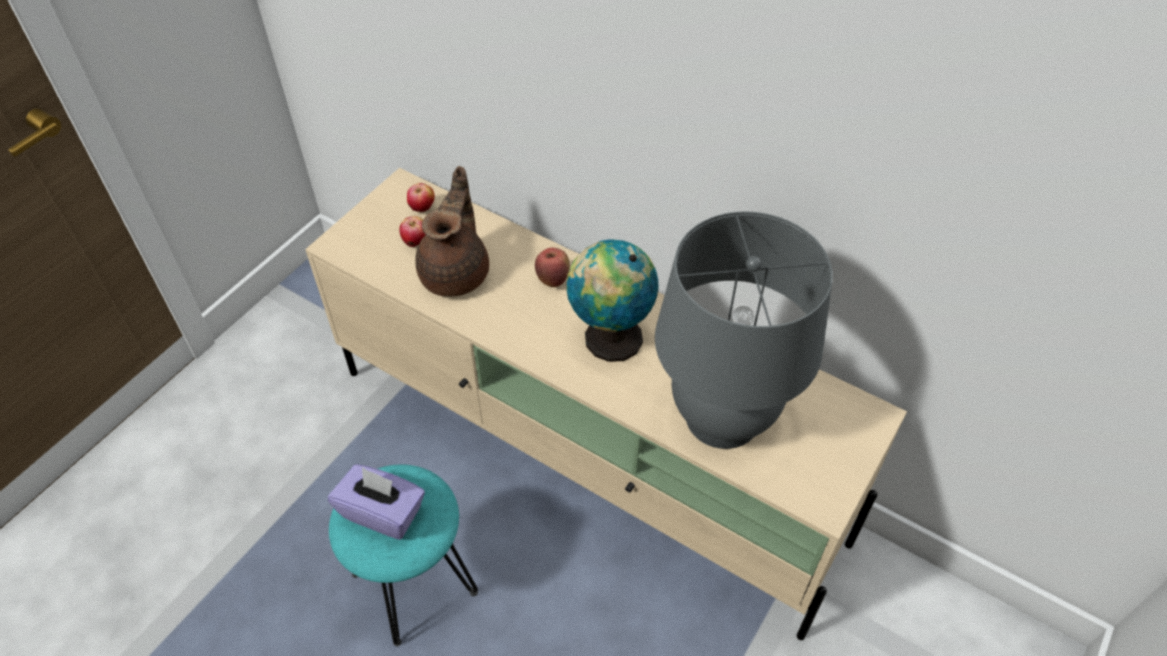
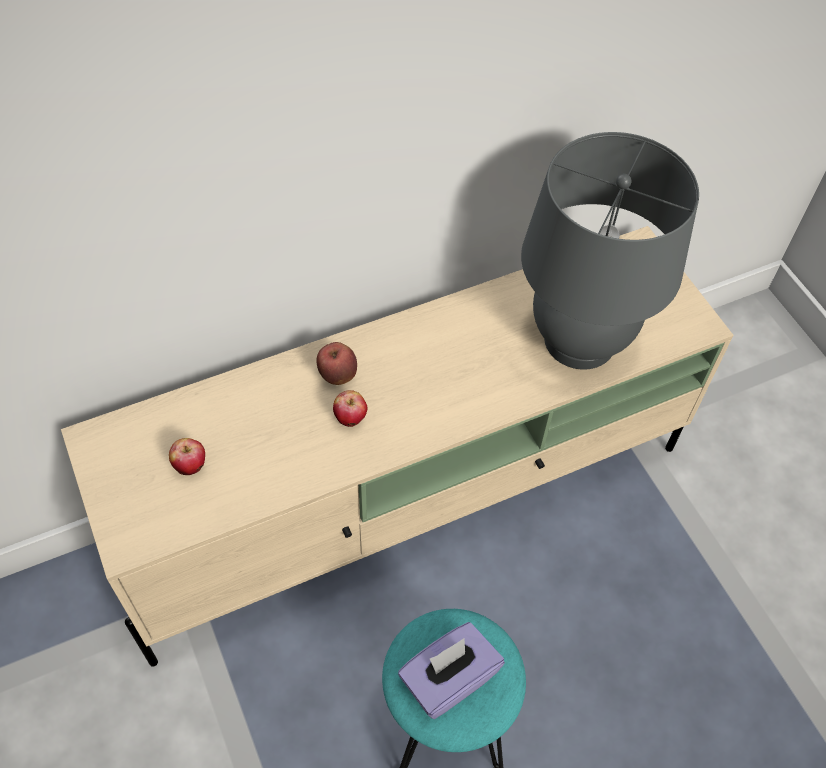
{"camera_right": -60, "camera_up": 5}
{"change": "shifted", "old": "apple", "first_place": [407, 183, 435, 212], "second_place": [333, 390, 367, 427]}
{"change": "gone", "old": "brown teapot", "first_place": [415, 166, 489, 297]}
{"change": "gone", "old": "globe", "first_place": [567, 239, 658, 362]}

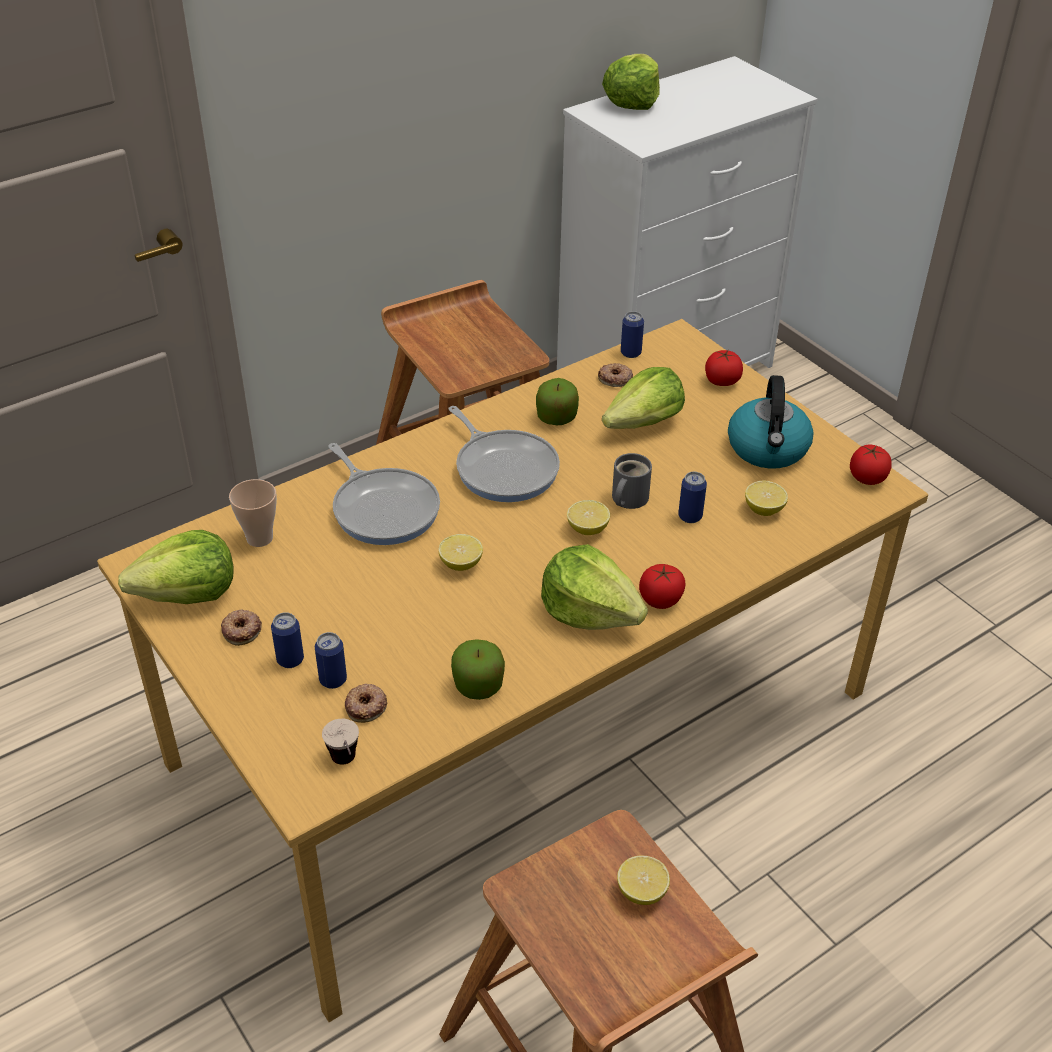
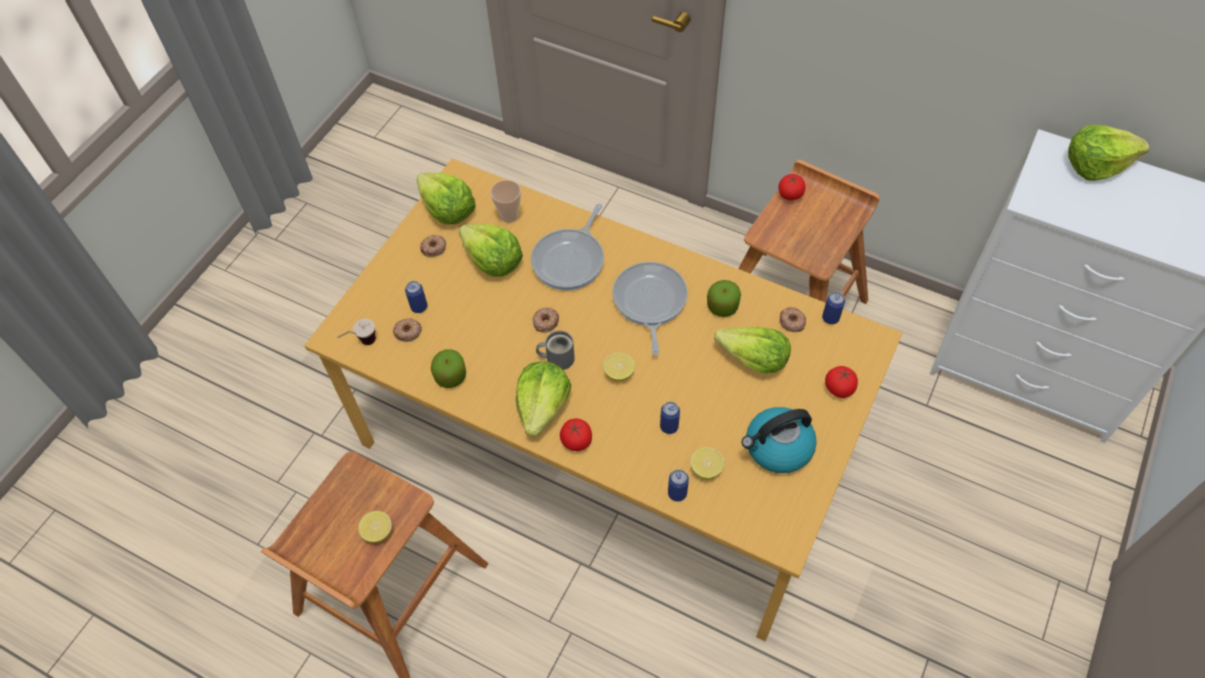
{"camera_right": 65, "camera_up": 15}
{"change": "new", "new": "lettuce", "second_place": [458, 224, 523, 277]}
{"change": "swapped", "old": "lemon", "new": "donut", "first_place": [439, 534, 483, 571], "second_place": [533, 308, 559, 332]}
{"change": "shifted", "old": "grey mug", "first_place": [612, 453, 652, 509], "second_place": [536, 331, 575, 370]}
{"change": "rotated", "old": "frying pan", "first_place": [449, 406, 560, 502], "second_place": [612, 262, 688, 356], "degrees": 150}
{"change": "shifted", "old": "can", "first_place": [271, 612, 304, 668], "second_place": [668, 469, 689, 502]}
{"change": "shifted", "old": "tomato", "first_place": [850, 445, 892, 485], "second_place": [778, 174, 805, 200]}

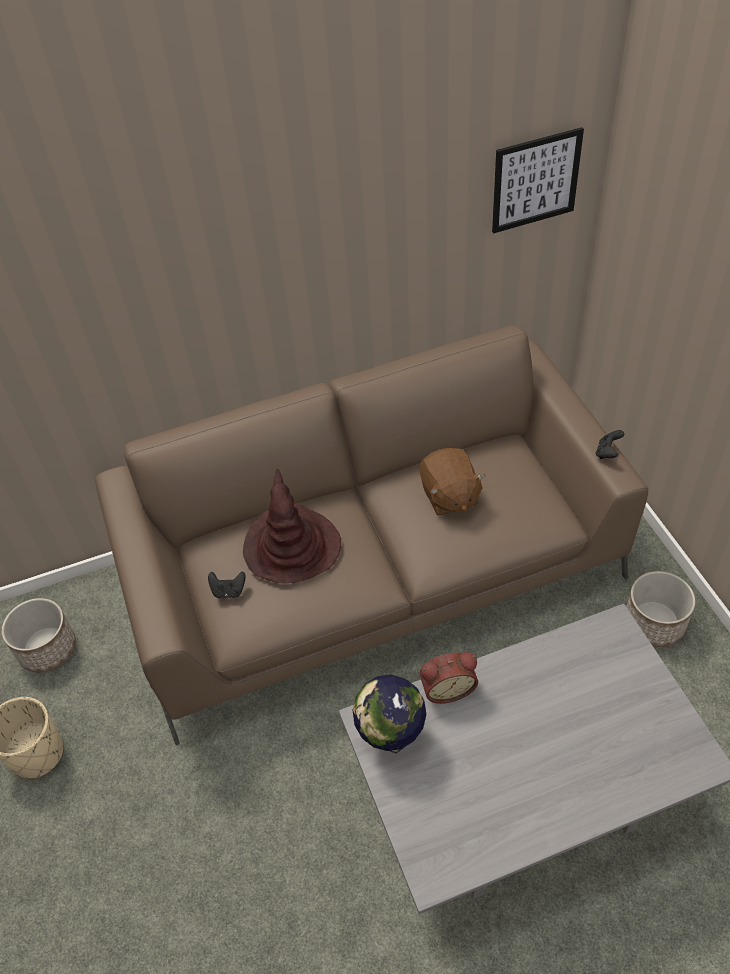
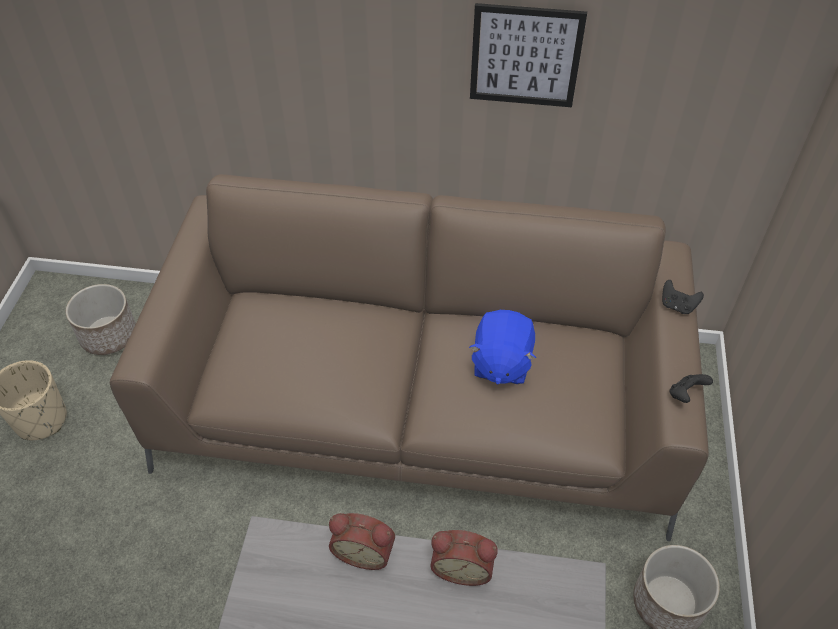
{"camera_right": 25, "camera_up": 0}
{"change": "new", "new": "alarm clock", "second_place": [431, 530, 498, 586]}
{"change": "repainted", "old": "brown plush toy", "new": "blue plush toy", "first_place": [420, 448, 485, 516], "second_place": [469, 310, 536, 385]}
{"change": "shifted", "old": "picture", "first_place": [492, 127, 584, 233], "second_place": [470, 3, 587, 107]}
{"change": "shifted", "old": "black game controller", "first_place": [208, 571, 246, 598], "second_place": [662, 280, 704, 314]}
{"change": "gone", "old": "brown hat", "first_place": [243, 468, 341, 583]}
{"change": "gone", "old": "globe", "first_place": [353, 674, 426, 754]}

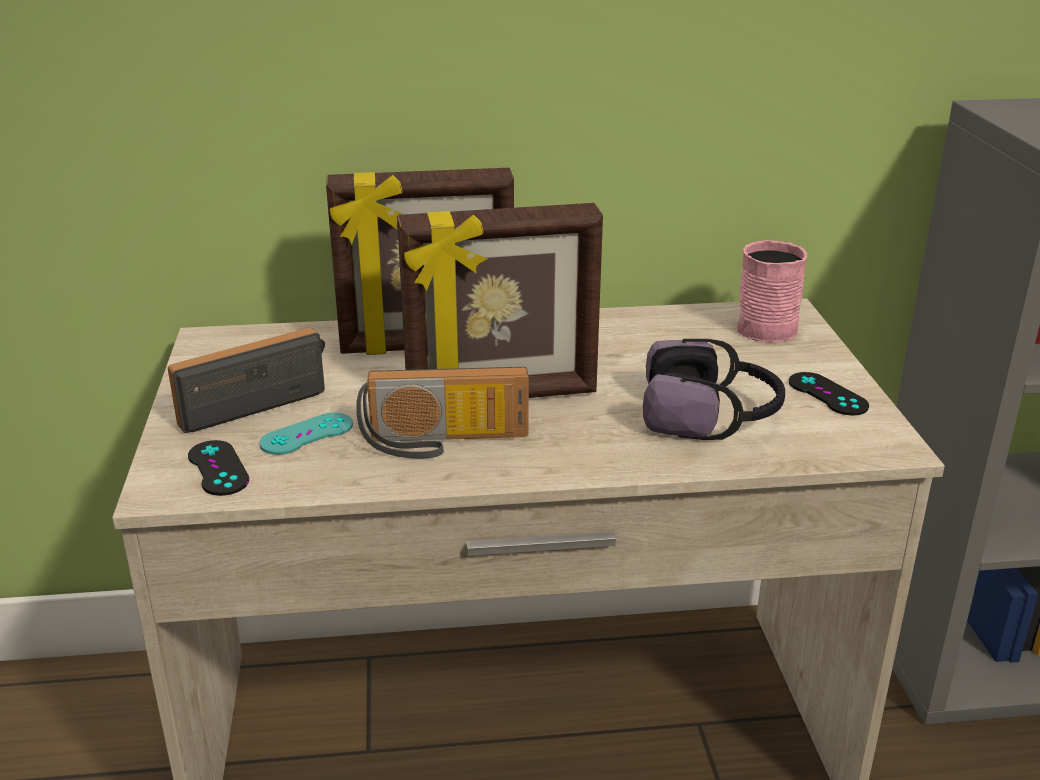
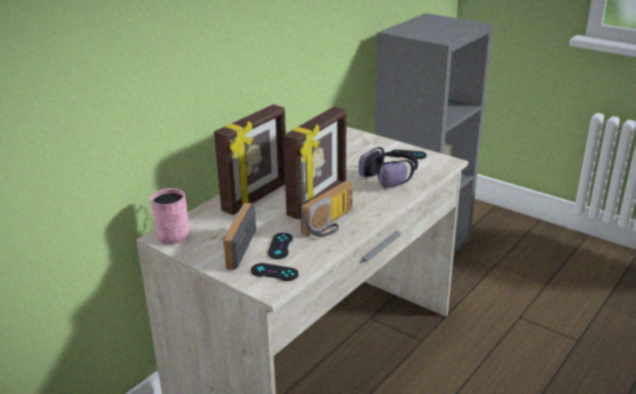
{"camera_right": -45, "camera_up": 0}
{"change": "shifted", "old": "pink mug", "first_place": [737, 240, 807, 342], "second_place": [150, 188, 190, 245]}
{"change": "repainted", "old": "turquoise game controller", "new": "black game controller", "first_place": [259, 413, 353, 455], "second_place": [268, 233, 293, 259]}

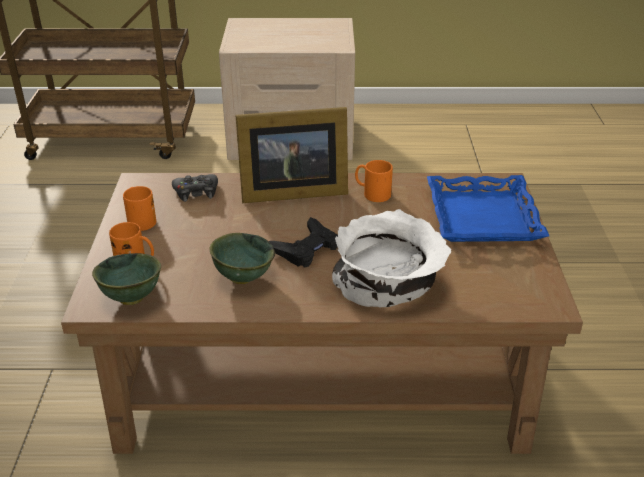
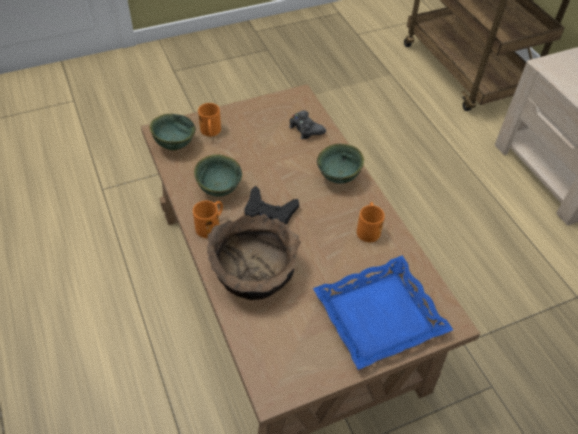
{"camera_right": 65, "camera_up": 15}
{"change": "shifted", "old": "orange mug", "first_place": [123, 186, 156, 231], "second_place": [193, 201, 223, 238]}
{"change": "repainted", "old": "white bowl", "new": "brown bowl", "first_place": [332, 209, 451, 307], "second_place": [207, 214, 301, 300]}
{"change": "swapped", "old": "picture frame", "new": "green bowl", "first_place": [235, 107, 348, 203], "second_place": [317, 144, 364, 184]}

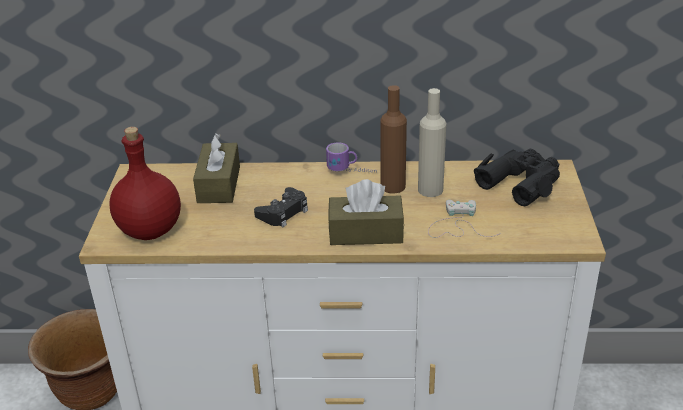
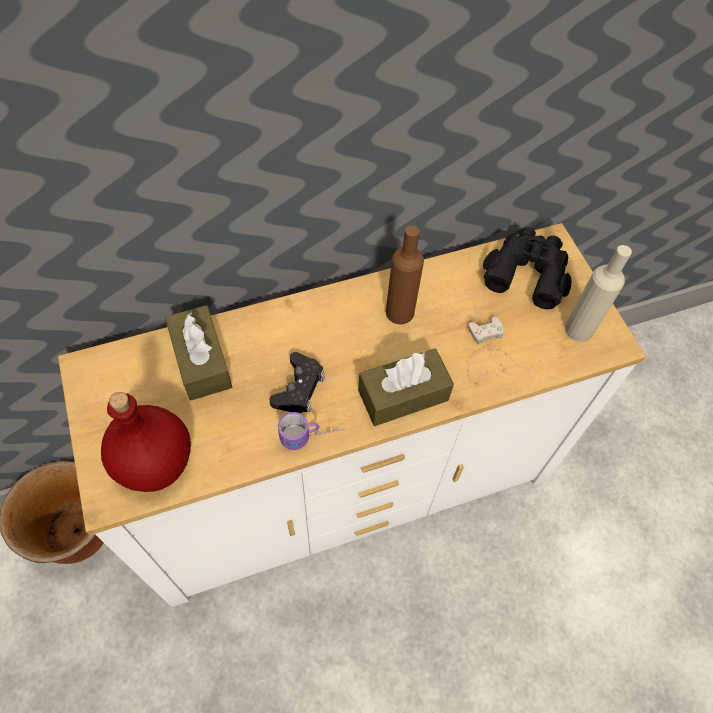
{"camera_right": -25, "camera_up": 25}
{"change": "shifted", "old": "mug", "first_place": [326, 142, 377, 173], "second_place": [278, 412, 344, 450]}
{"change": "shifted", "old": "beige bottle", "first_place": [418, 88, 446, 197], "second_place": [565, 245, 632, 342]}

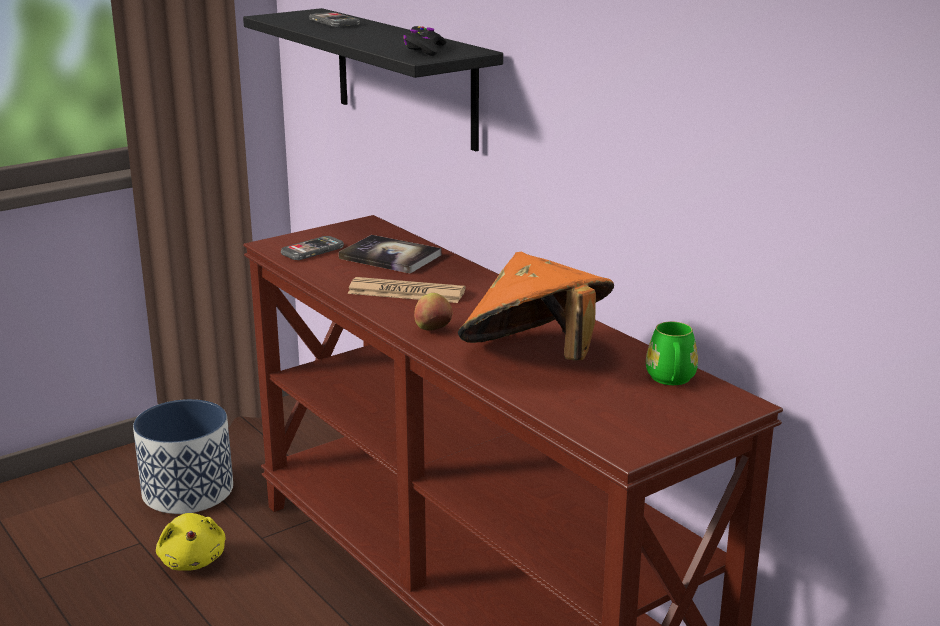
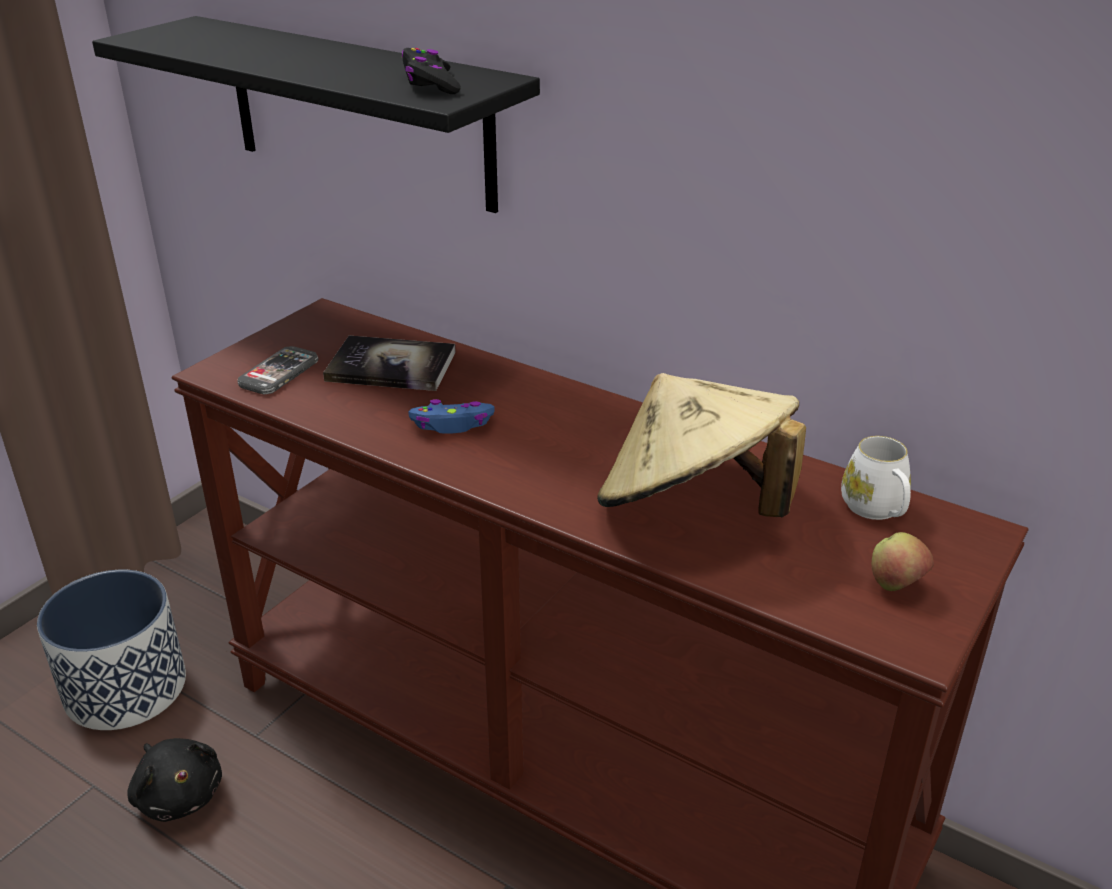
{"camera_right": -20, "camera_up": 10}
{"change": "repainted", "old": "yellow plush toy", "new": "black plush toy", "first_place": [156, 513, 225, 571], "second_place": [127, 738, 222, 822]}
{"change": "swapped", "old": "newspaper", "new": "blue game controller", "first_place": [347, 277, 465, 303], "second_place": [408, 399, 495, 434]}
{"change": "repainted", "old": "orange hat", "new": "beige hat", "first_place": [458, 252, 614, 361], "second_place": [597, 373, 806, 517]}
{"change": "repainted", "old": "green mug", "new": "white mug", "first_place": [646, 321, 698, 385], "second_place": [841, 436, 911, 520]}
{"change": "shifted", "old": "apple", "first_place": [414, 293, 453, 331], "second_place": [872, 532, 934, 591]}
{"change": "gone", "old": "phone", "first_place": [309, 12, 360, 27]}

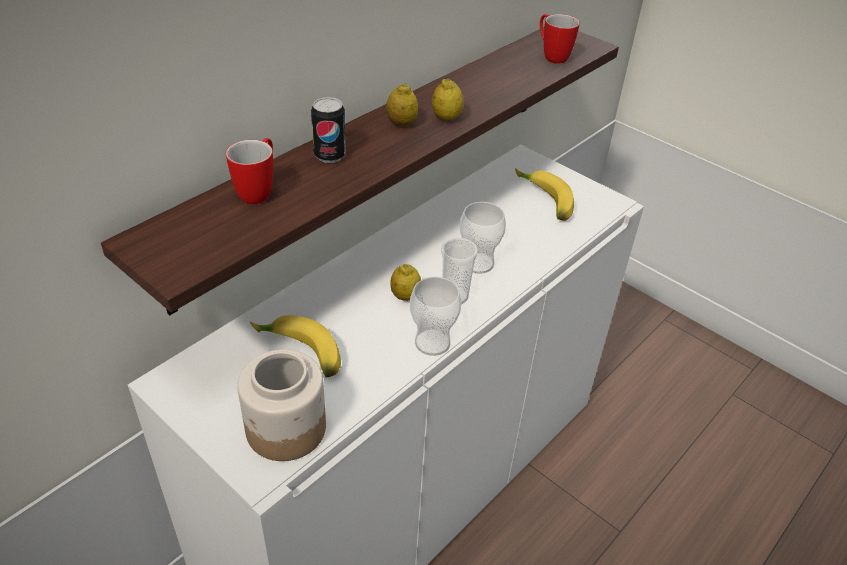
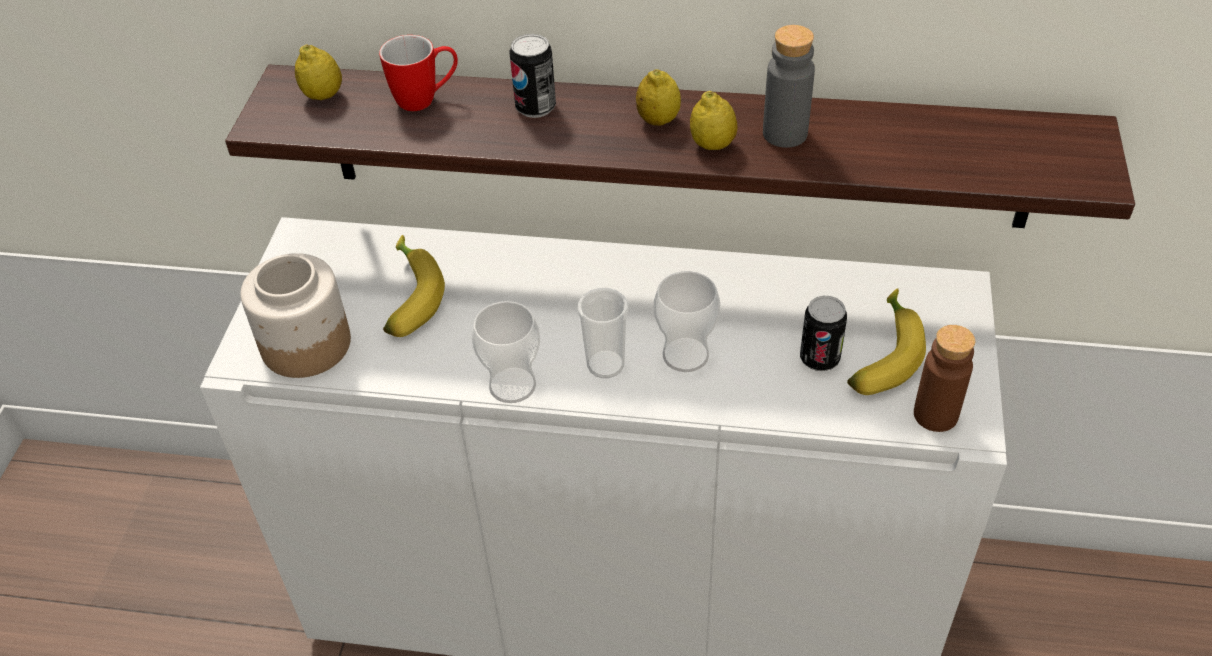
{"camera_right": 60, "camera_up": 5}
{"change": "shifted", "old": "lemon", "first_place": [390, 264, 421, 301], "second_place": [295, 44, 342, 100]}
{"change": "new", "new": "grey bottle", "second_place": [763, 25, 815, 148]}
{"change": "new", "new": "can", "second_place": [800, 296, 847, 371]}
{"change": "new", "new": "brown bottle", "second_place": [914, 325, 975, 432]}
{"change": "gone", "old": "mug", "first_place": [540, 14, 580, 64]}

